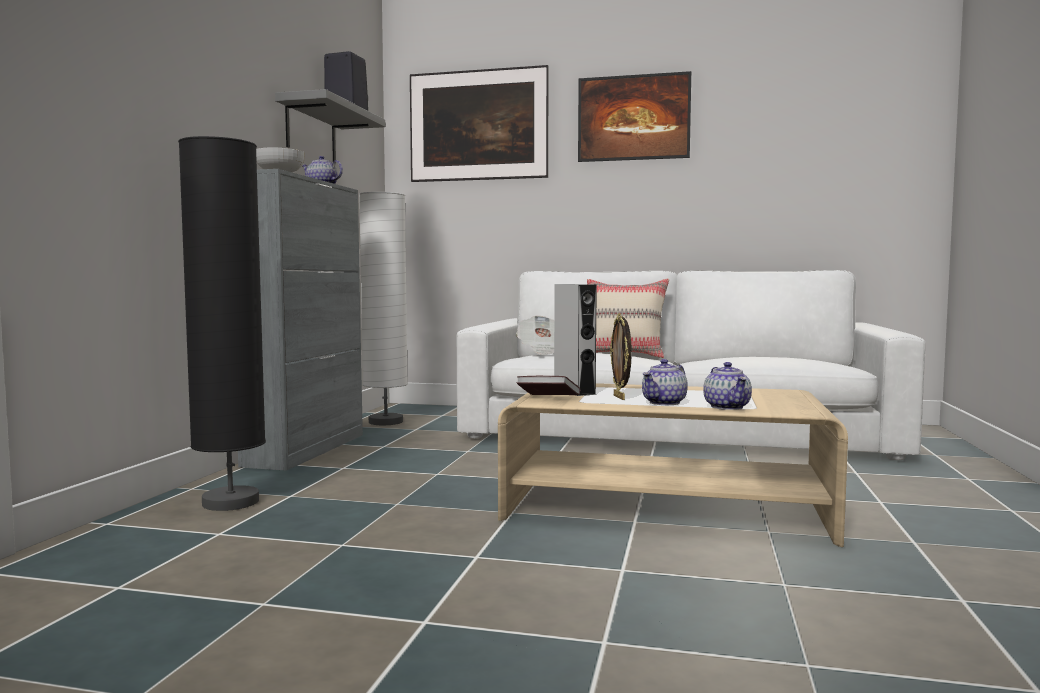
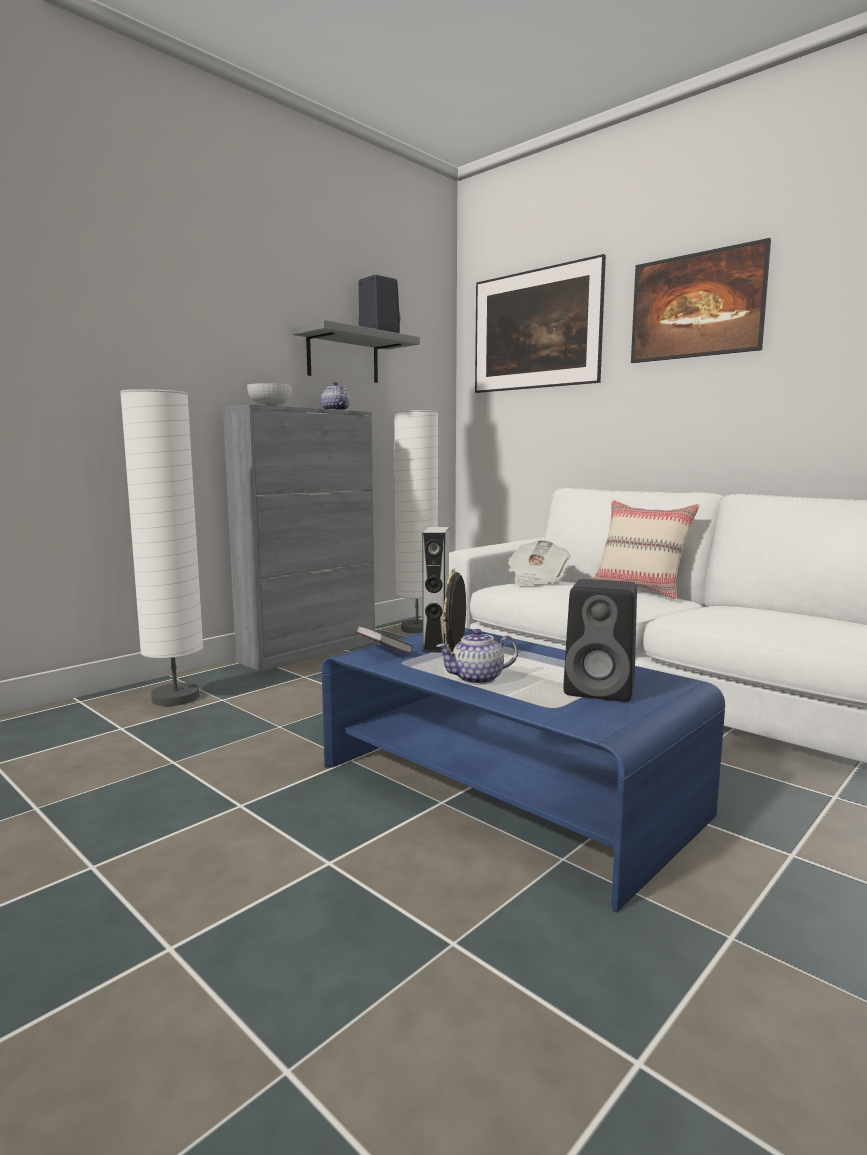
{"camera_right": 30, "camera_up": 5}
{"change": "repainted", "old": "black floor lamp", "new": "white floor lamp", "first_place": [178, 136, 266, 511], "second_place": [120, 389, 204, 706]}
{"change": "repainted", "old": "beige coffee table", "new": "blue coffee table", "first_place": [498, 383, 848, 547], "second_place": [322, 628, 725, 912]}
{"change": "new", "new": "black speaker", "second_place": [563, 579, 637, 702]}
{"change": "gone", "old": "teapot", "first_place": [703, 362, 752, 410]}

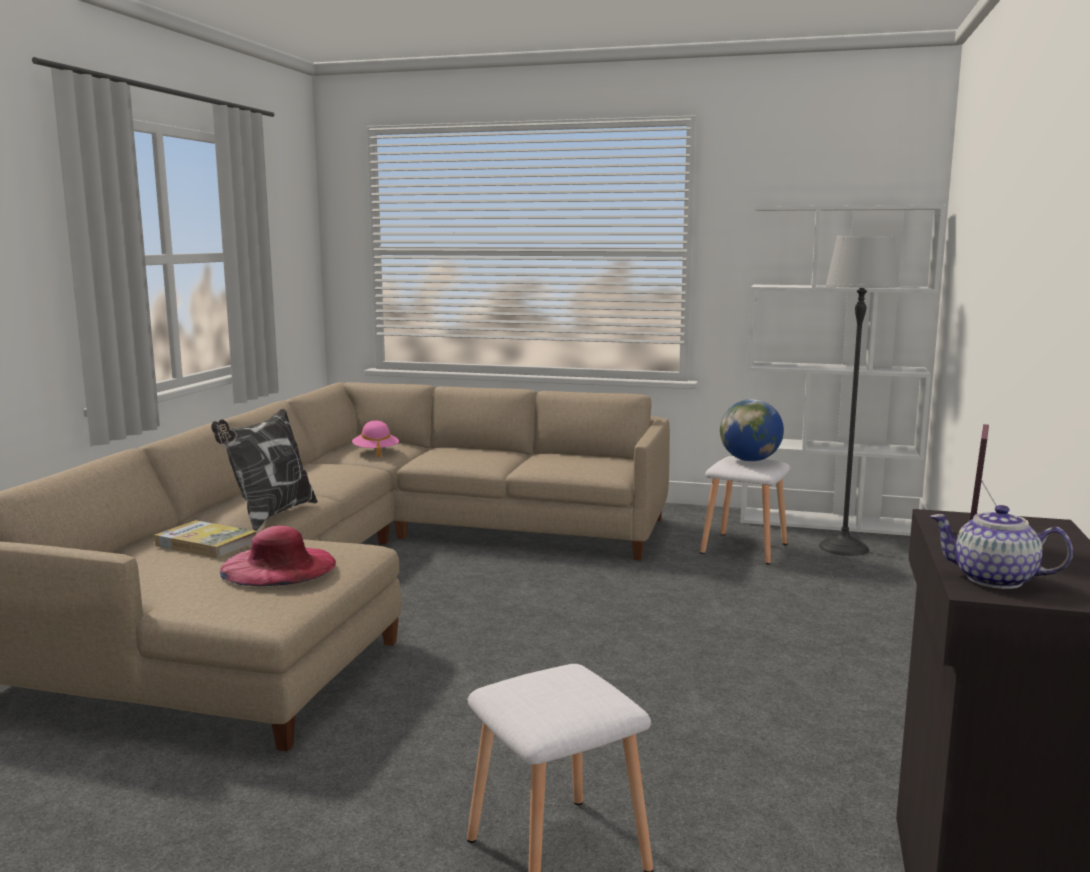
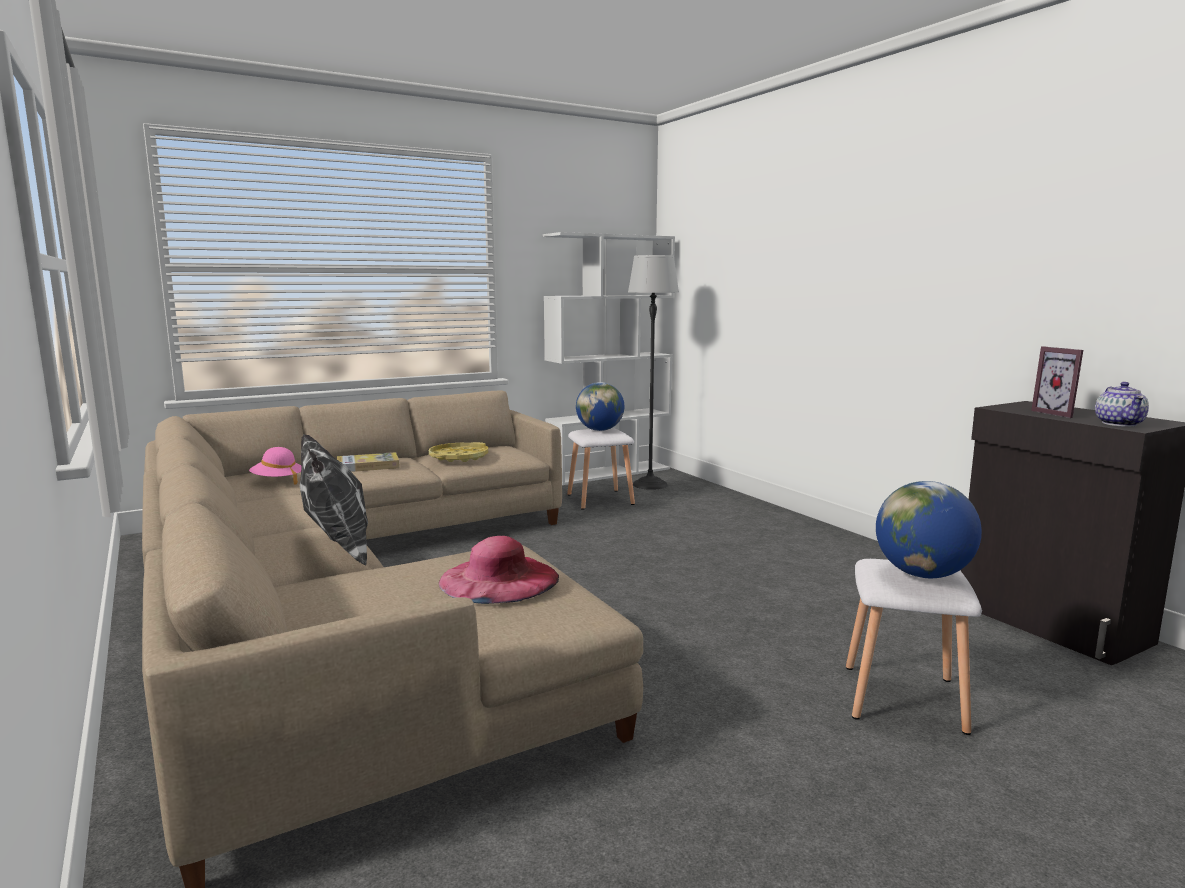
{"camera_right": -45, "camera_up": 0}
{"change": "shifted", "old": "book", "first_place": [154, 520, 257, 558], "second_place": [337, 452, 400, 472]}
{"change": "new", "new": "yellow tray", "second_place": [429, 442, 488, 462]}
{"change": "new", "new": "globe", "second_place": [876, 481, 982, 578]}
{"change": "rotated", "old": "teapot", "first_place": [930, 505, 1073, 589], "second_place": [1095, 382, 1149, 427], "degrees": -60}

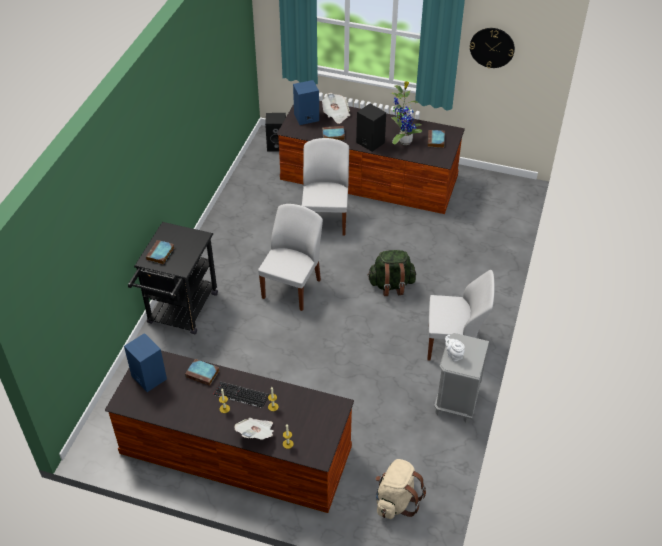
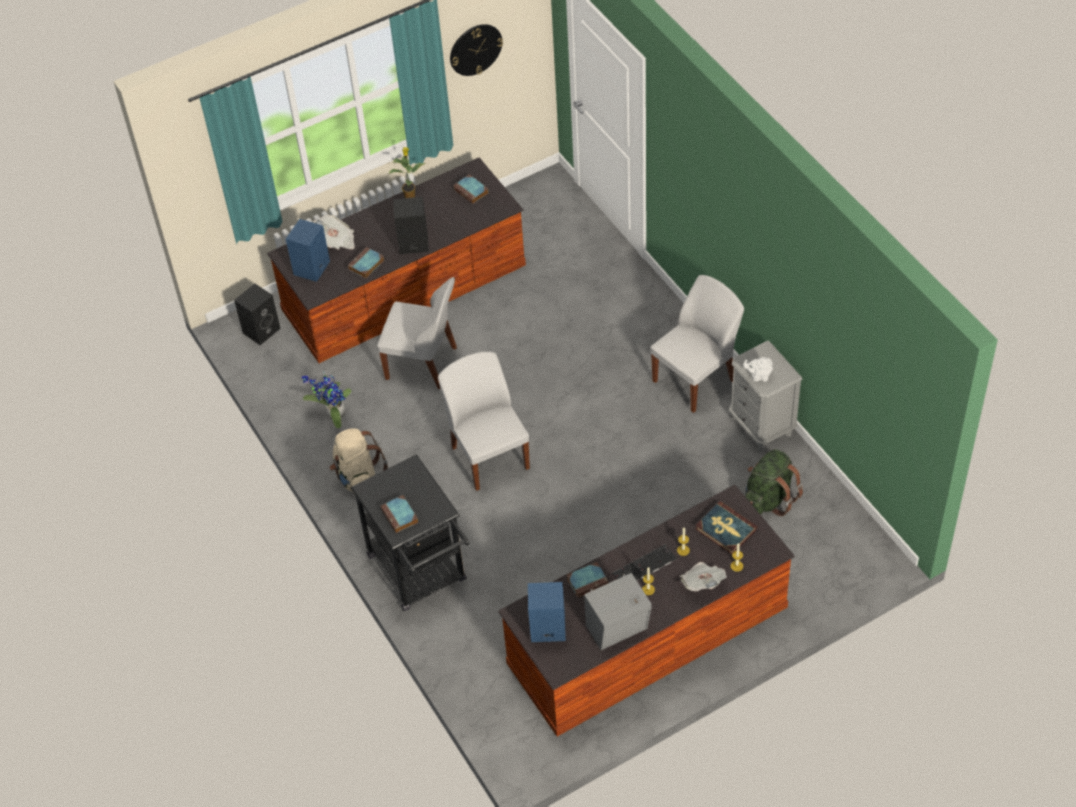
{"camera_right": -45, "camera_up": 5}
{"change": "shifted", "old": "potted plant", "first_place": [392, 97, 422, 145], "second_place": [301, 372, 352, 428]}
{"change": "shifted", "old": "beige backpack", "first_place": [375, 459, 426, 519], "second_place": [330, 428, 388, 495]}
{"change": "rotated", "old": "white chair", "first_place": [302, 138, 349, 235], "second_place": [377, 277, 457, 389], "degrees": 150}
{"change": "new", "new": "grey speaker", "second_place": [584, 573, 652, 650]}
{"change": "new", "new": "book", "second_place": [695, 501, 757, 554]}
{"change": "shifted", "old": "green backpack", "first_place": [367, 250, 416, 296], "second_place": [745, 449, 803, 516]}

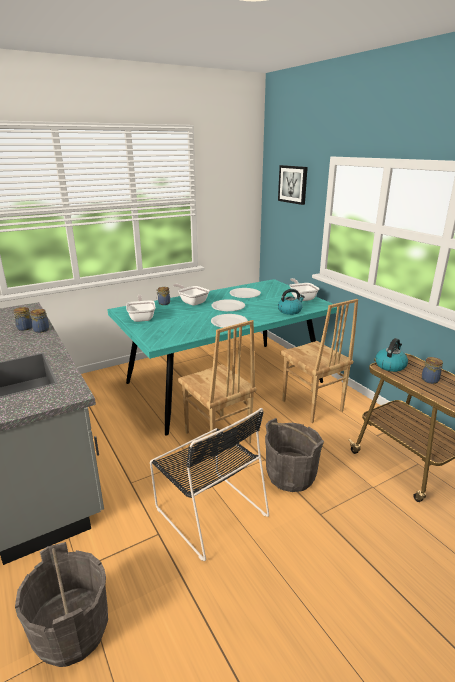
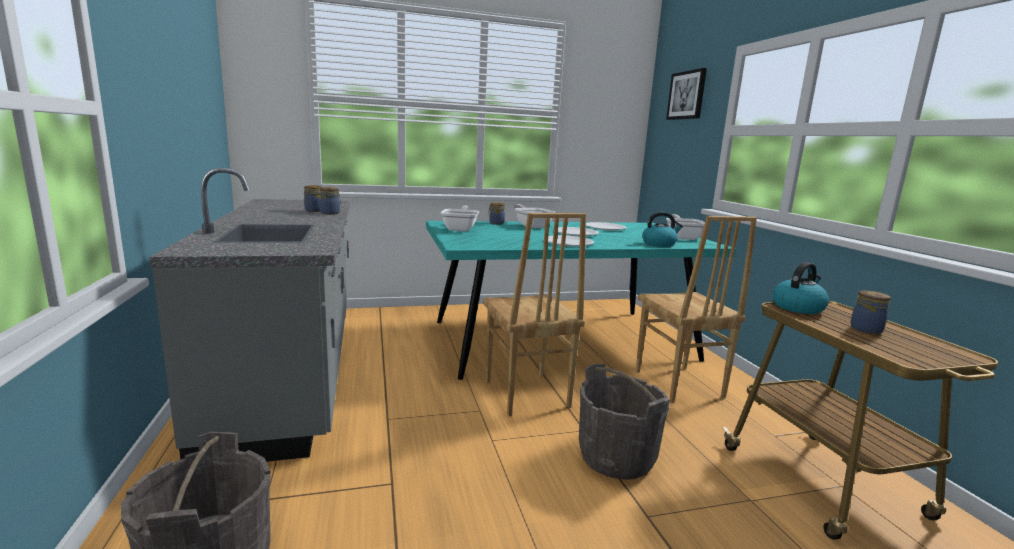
{"camera_right": 15, "camera_up": -10}
{"change": "gone", "old": "black chair", "first_place": [150, 408, 269, 561]}

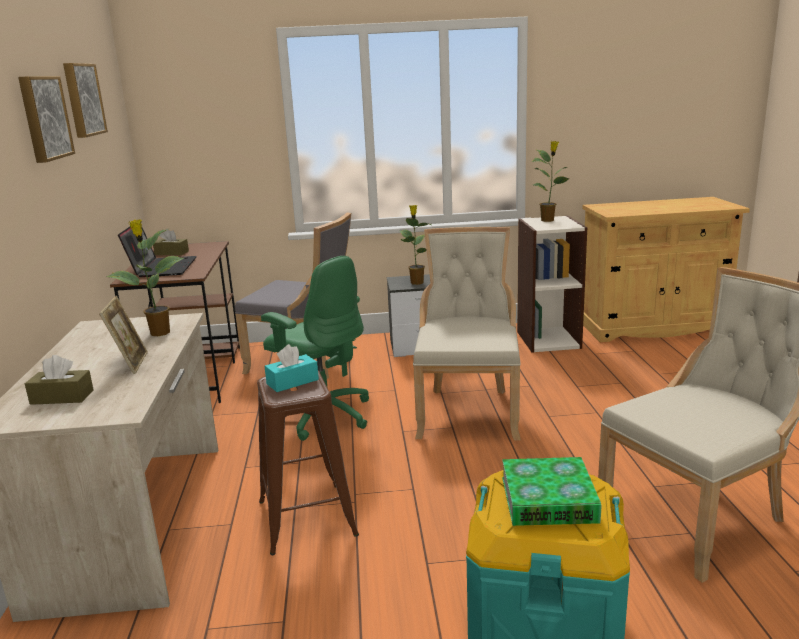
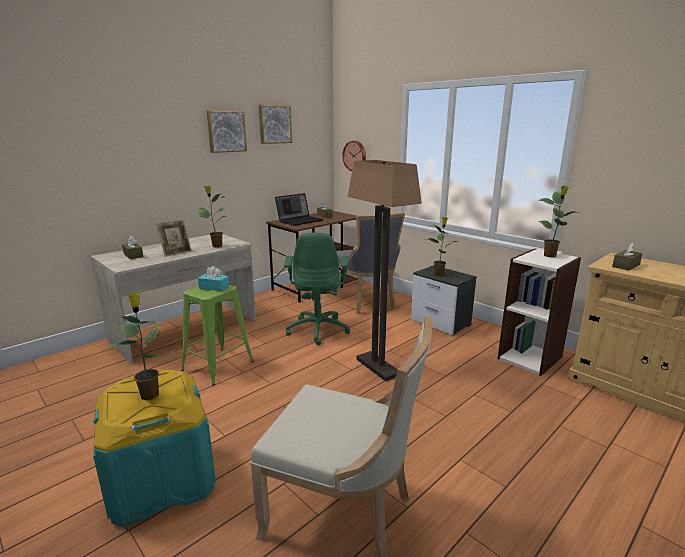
{"camera_right": 50, "camera_up": 0}
{"change": "swapped", "old": "book", "new": "potted plant", "first_place": [502, 457, 602, 526], "second_place": [111, 292, 164, 400]}
{"change": "repainted", "old": "brown stool", "new": "green stool", "first_place": [257, 371, 359, 555], "second_place": [181, 285, 254, 385]}
{"change": "new", "new": "wall clock", "second_place": [342, 141, 366, 171]}
{"change": "swapped", "old": "beige chair", "new": "floor lamp", "first_place": [413, 227, 521, 440], "second_place": [347, 160, 422, 381]}
{"change": "new", "new": "brown tissue box", "second_place": [612, 242, 643, 271]}

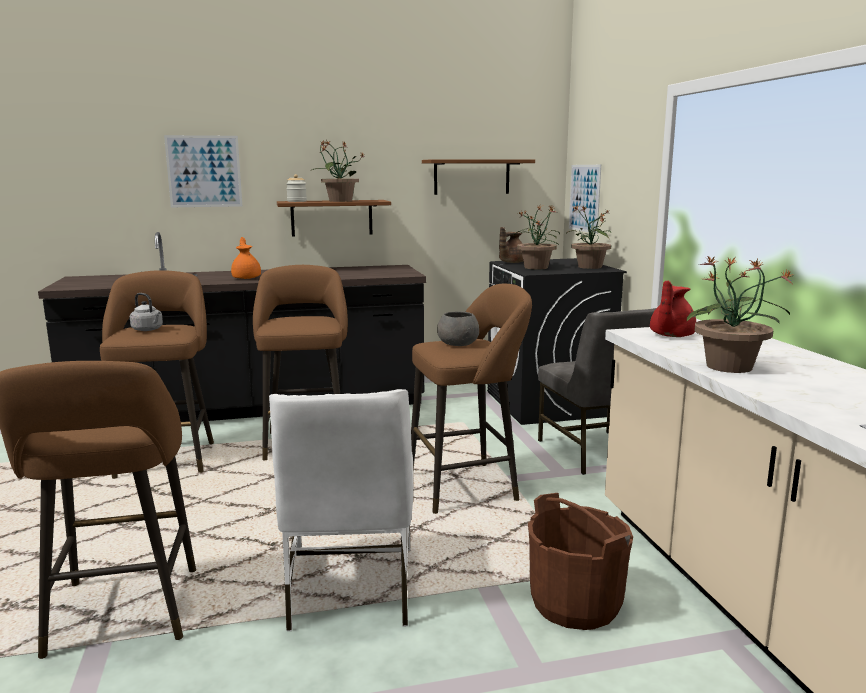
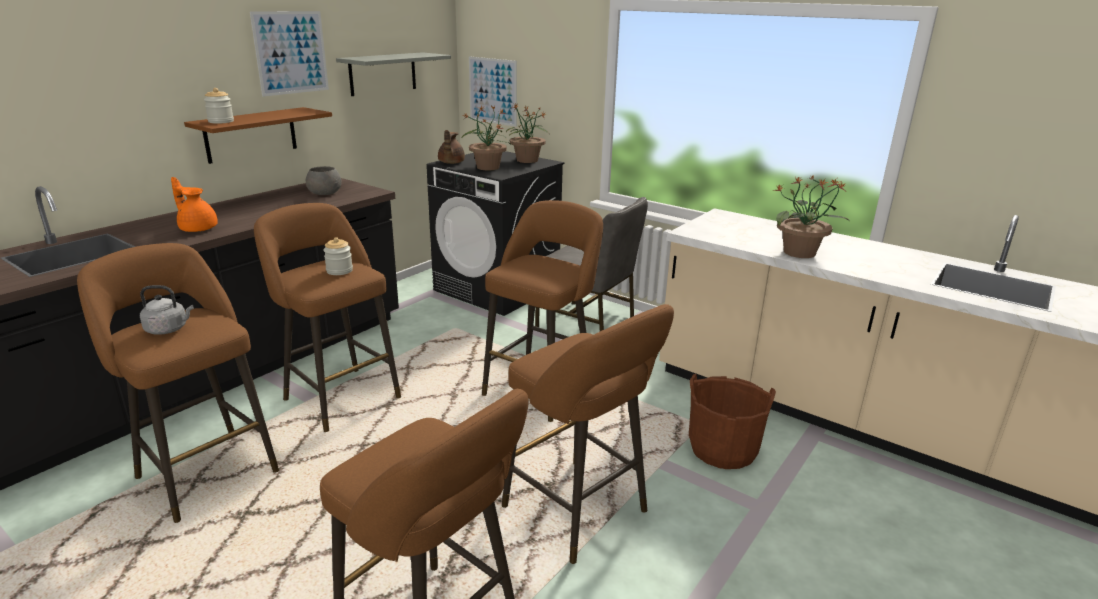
{"camera_right": -40, "camera_up": 10}
{"change": "shifted", "old": "picture", "first_place": [164, 135, 242, 207], "second_place": [250, 11, 329, 97]}
{"change": "shifted", "old": "grey bowl", "first_place": [437, 311, 479, 346], "second_place": [306, 166, 342, 195]}
{"change": "new", "new": "jar", "second_place": [323, 237, 353, 275]}
{"change": "repainted", "old": "brown shelf", "new": "grey shelf", "first_place": [422, 159, 535, 195], "second_place": [336, 52, 451, 96]}
{"change": "swapped", "old": "white chair", "new": "brown stool", "first_place": [269, 389, 413, 631], "second_place": [502, 304, 674, 564]}
{"change": "gone", "old": "potted plant", "first_place": [312, 141, 365, 202]}
{"change": "gone", "old": "red teapot", "first_place": [650, 281, 696, 337]}

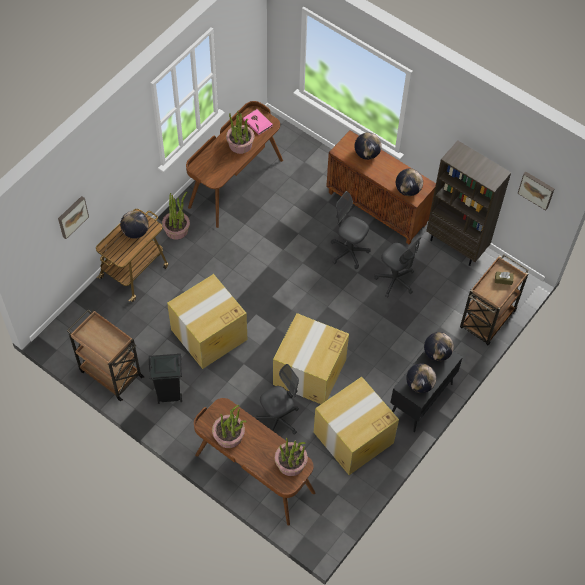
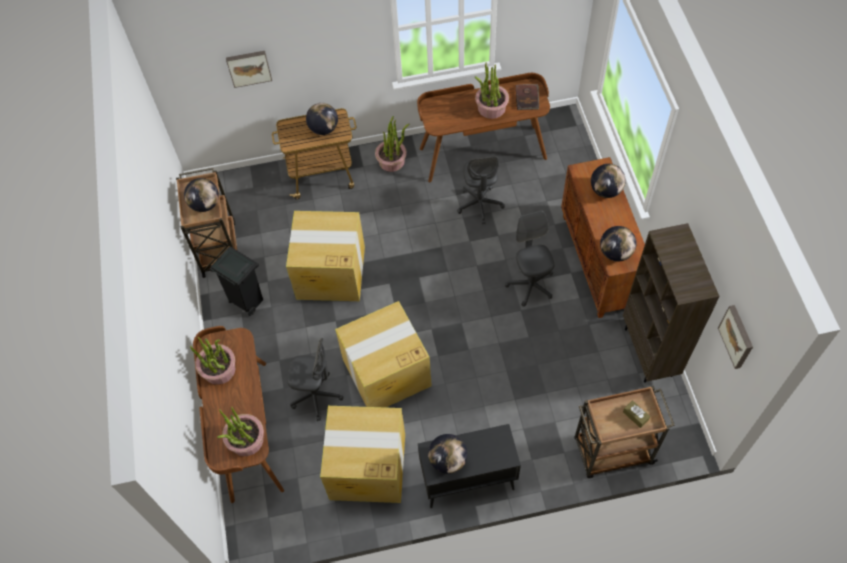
{"camera_right": 45, "camera_up": 0}
{"change": "shifted", "old": "globe", "first_place": [424, 332, 454, 362], "second_place": [184, 178, 219, 212]}
{"change": "shifted", "old": "grey office chair", "first_place": [374, 237, 422, 297], "second_place": [457, 156, 505, 225]}
{"change": "repainted", "old": "pink book", "new": "brown book", "first_place": [243, 109, 273, 135], "second_place": [515, 84, 539, 110]}

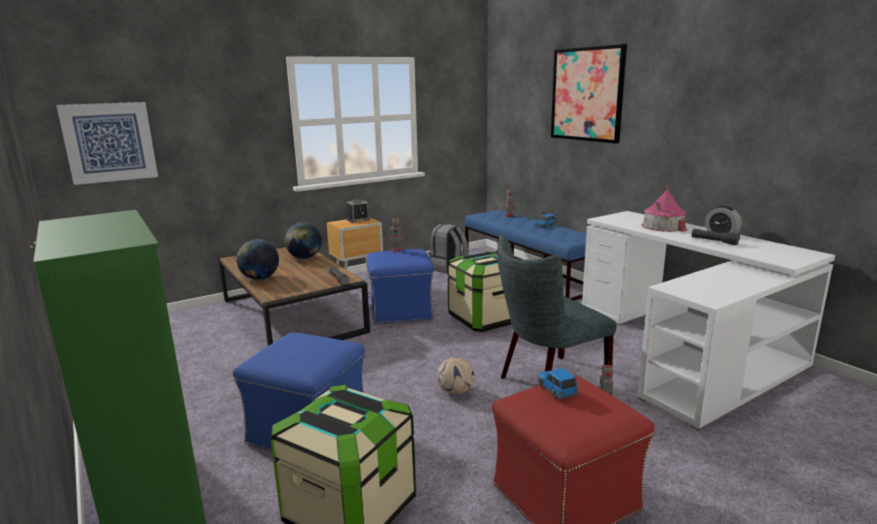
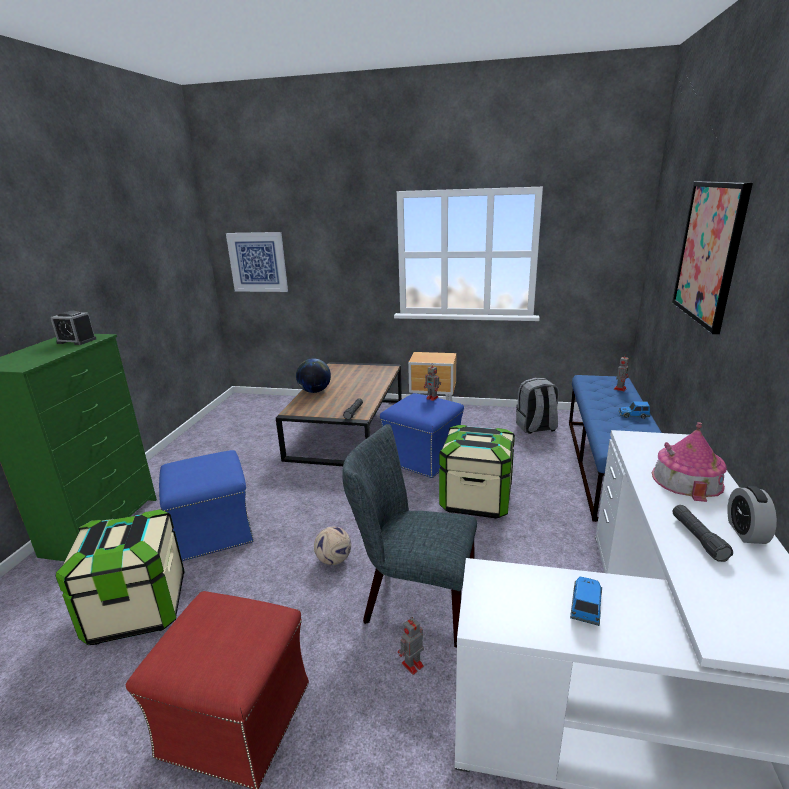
{"camera_right": 45, "camera_up": 5}
{"change": "shifted", "old": "alarm clock", "first_place": [346, 199, 370, 223], "second_place": [50, 311, 96, 345]}
{"change": "shifted", "old": "toy car", "first_place": [537, 368, 578, 399], "second_place": [570, 577, 602, 626]}
{"change": "gone", "old": "globe", "first_place": [285, 223, 322, 259]}

